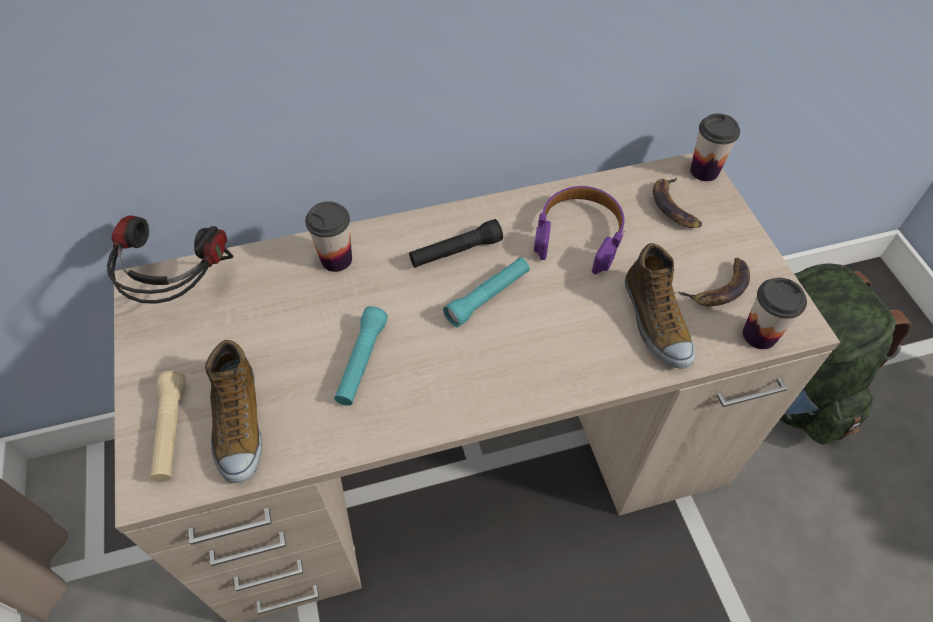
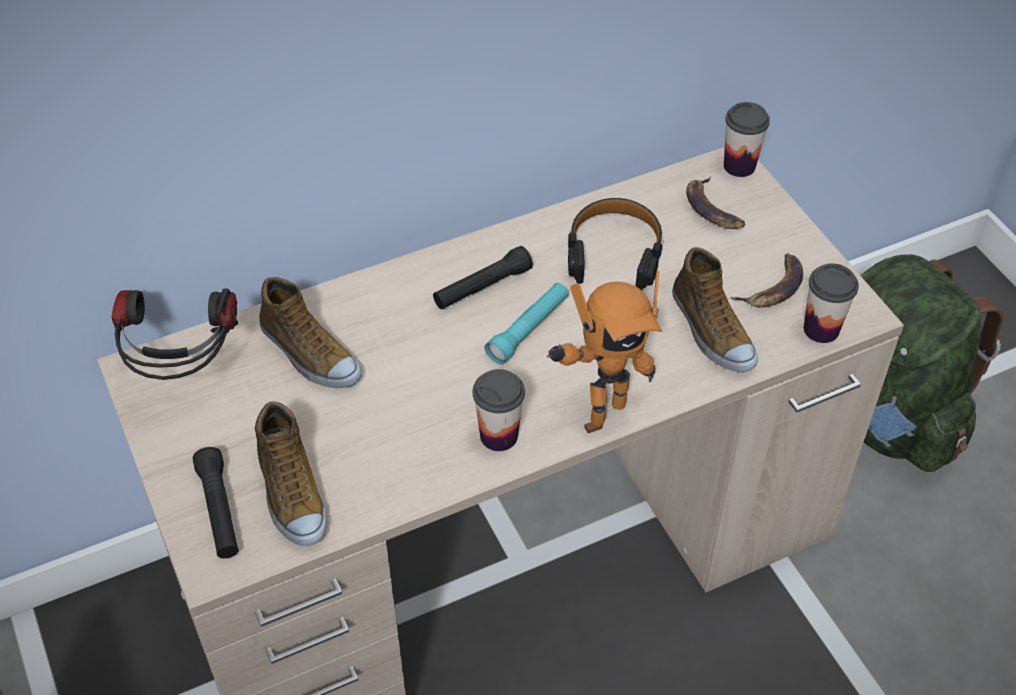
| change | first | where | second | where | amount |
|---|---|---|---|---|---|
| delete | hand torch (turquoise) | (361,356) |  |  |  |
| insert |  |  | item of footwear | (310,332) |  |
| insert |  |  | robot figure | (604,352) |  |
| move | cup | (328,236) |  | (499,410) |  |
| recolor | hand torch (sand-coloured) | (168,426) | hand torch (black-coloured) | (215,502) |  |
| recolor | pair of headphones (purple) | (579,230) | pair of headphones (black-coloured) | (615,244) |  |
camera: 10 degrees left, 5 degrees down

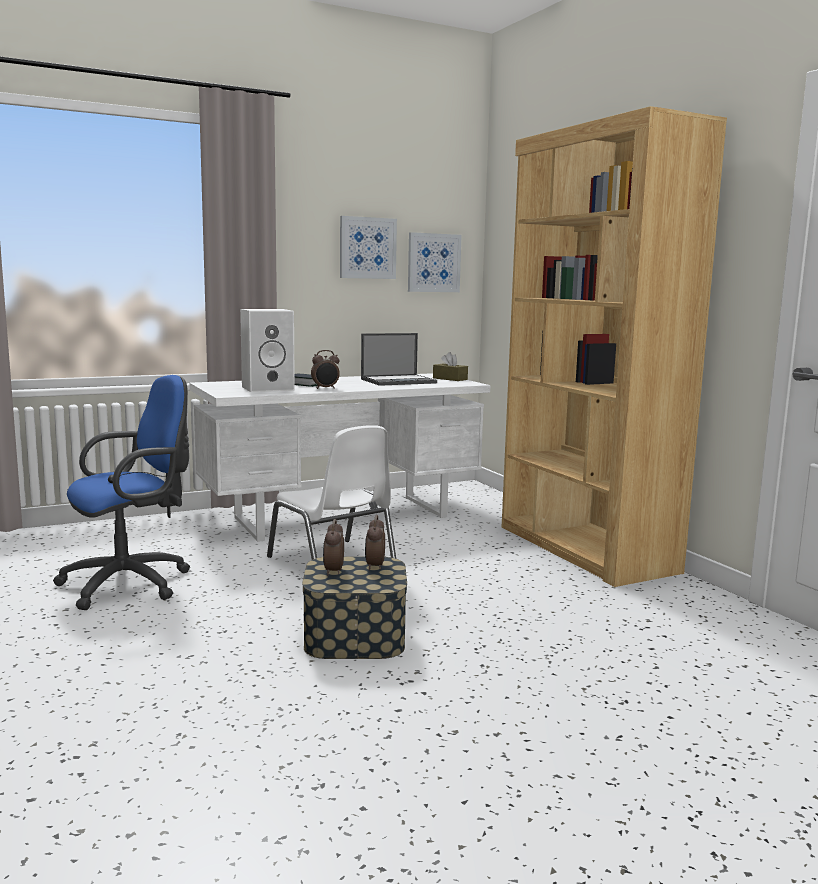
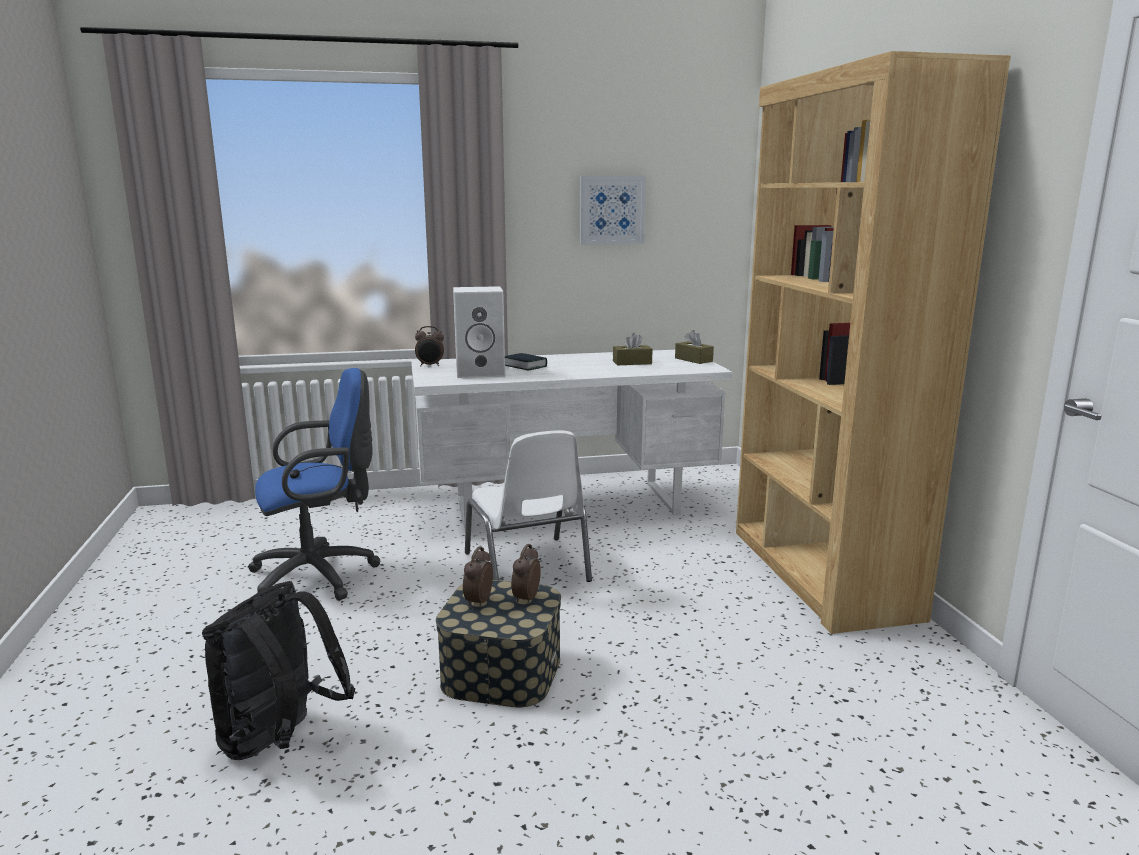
| change | first | where | second | where | amount |
|---|---|---|---|---|---|
| delete | picture | (435,262) |  |  |  |
| insert |  |  | knapsack (black-coloured) | (278,670) |  |
| move | bedside clock | (325,369) |  | (429,346) |  |
| replace | portable computer | (399,359) | tissue holder (brown) | (633,348) |  |
camera: 15 degrees right, 5 degrees up

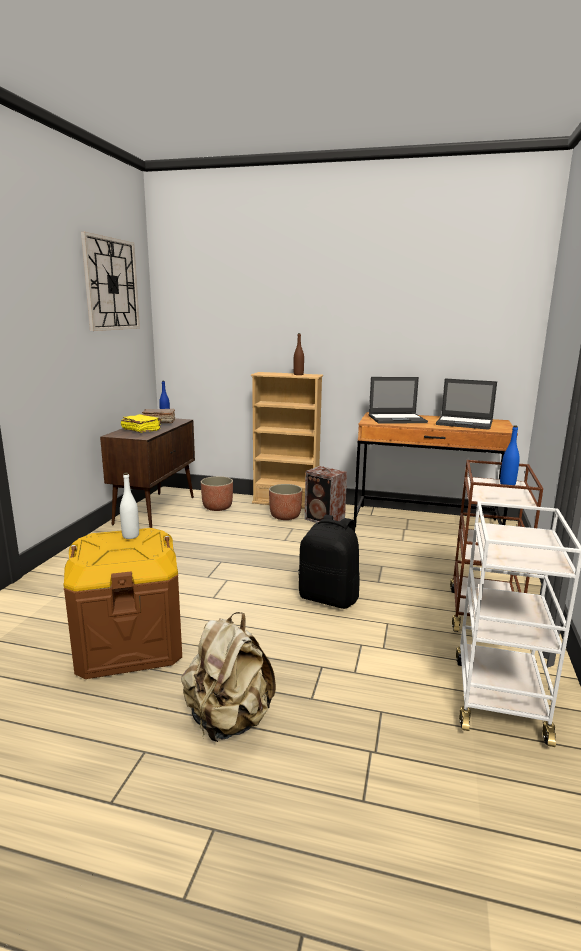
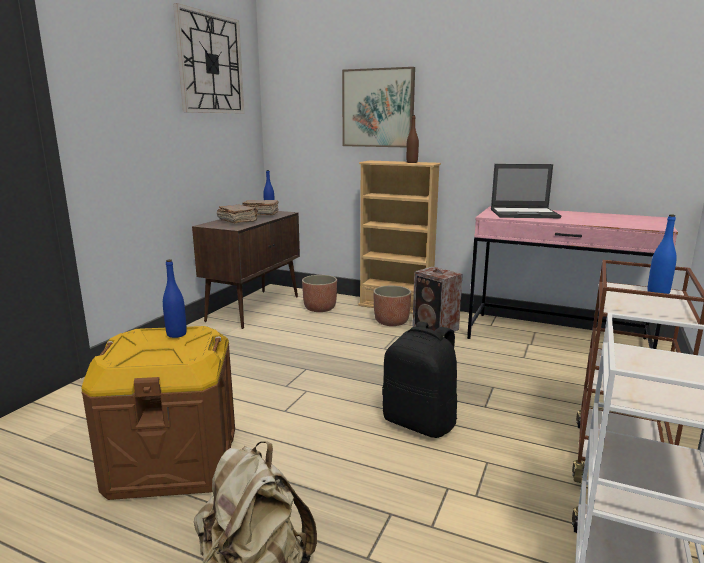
| change | first | where | second | where | amount |
|---|---|---|---|---|---|
| delete | portable computer | (466,404) |  |  |  |
| insert |  |  | picture | (378,107) |  |
| recolor | bottle (white) | (129,506) | bottle (blue-coloured) | (175,298) |  |
| recolor | book (yellow-coloured) | (141,423) | book (brown) | (237,213) |  |
| recolor | desk (brown) | (436,470) | desk (pinkish) | (572,277) |  |
camera: 10 degrees right, 0 degrees up

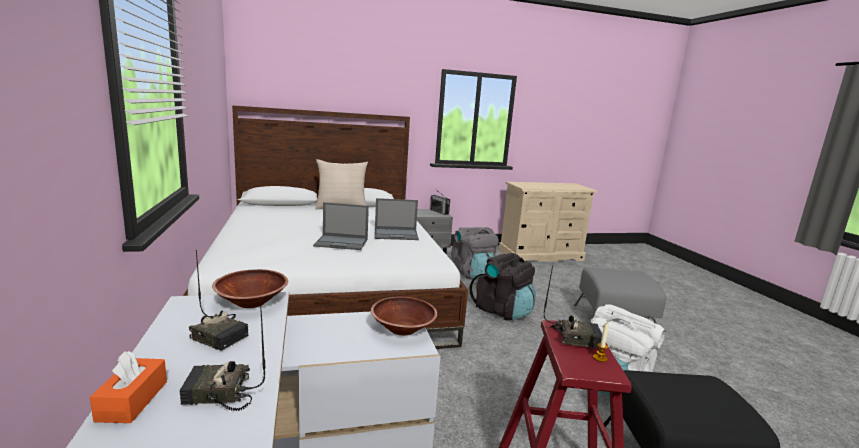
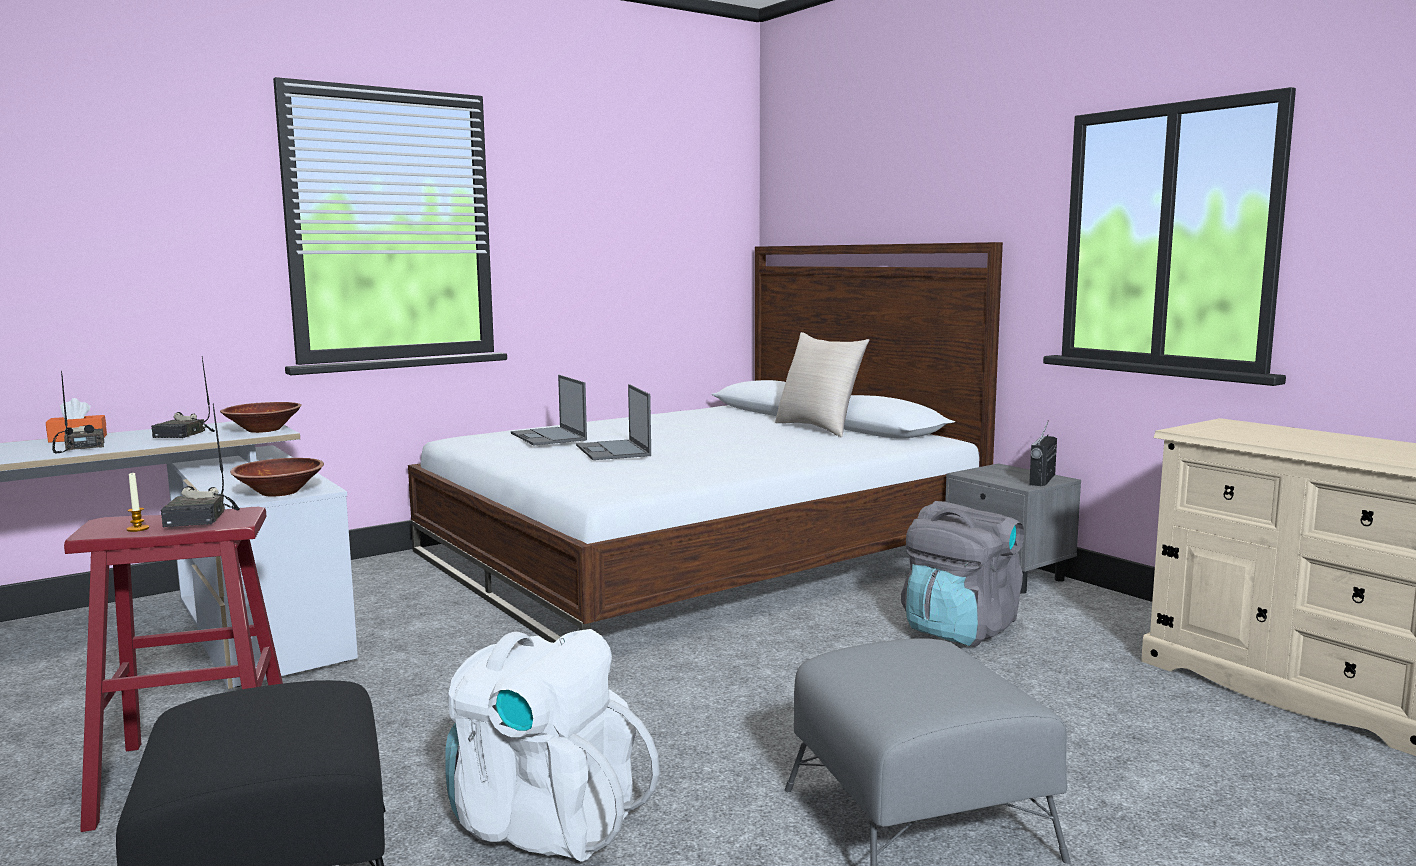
| change | first | where | second | where | amount |
|---|---|---|---|---|---|
| delete | knapsack (black-coloured) | (502,286) |  |  |  |
| move | portable computer | (397,219) |  | (549,410) |  |
camera: 70 degrees right, 5 degrees down

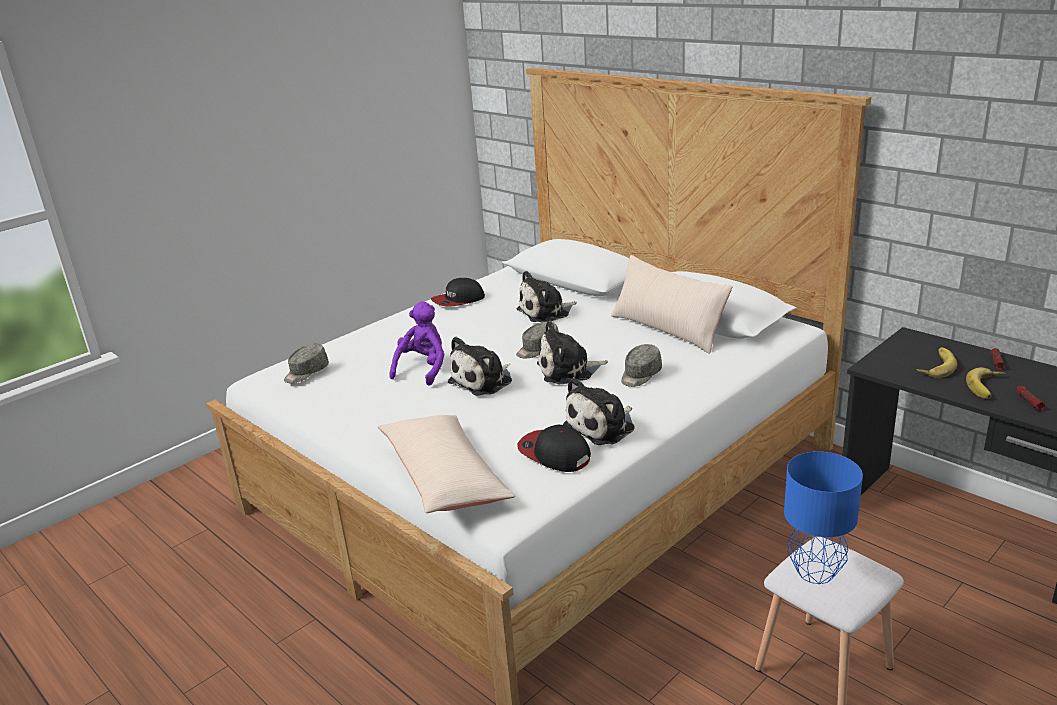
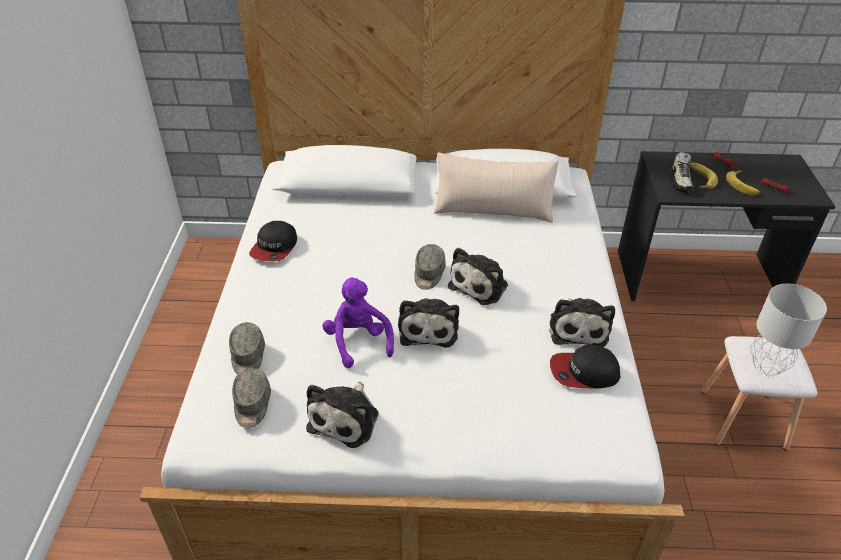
| change | first | where | second | where | amount |
|---|---|---|---|---|---|
| delete | pillow (sand-coloured) | (446,464) |  |  |  |
| insert |  |  | item of footwear | (682,172) |  |
| move | soft toy | (547,296) |  | (342,414) |  |
| move | cap (gray) | (641,365) |  | (247,348) |  |
| recolor | lamp for a table (blue-coloured) | (823,517) | lamp for a table (gray) | (788,330) |  |
camera: 45 degrees left, 15 degrees up

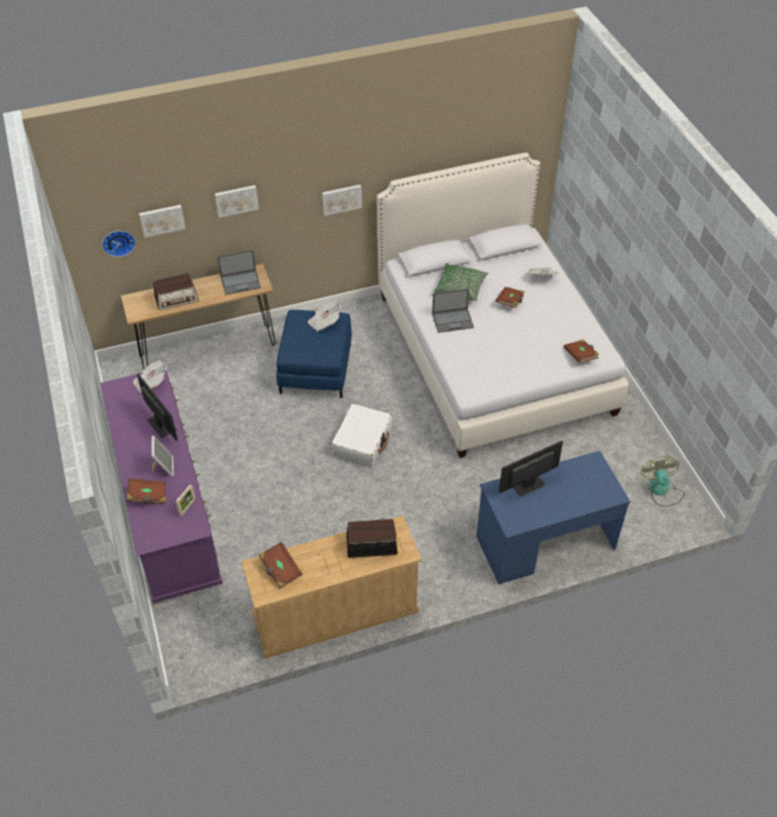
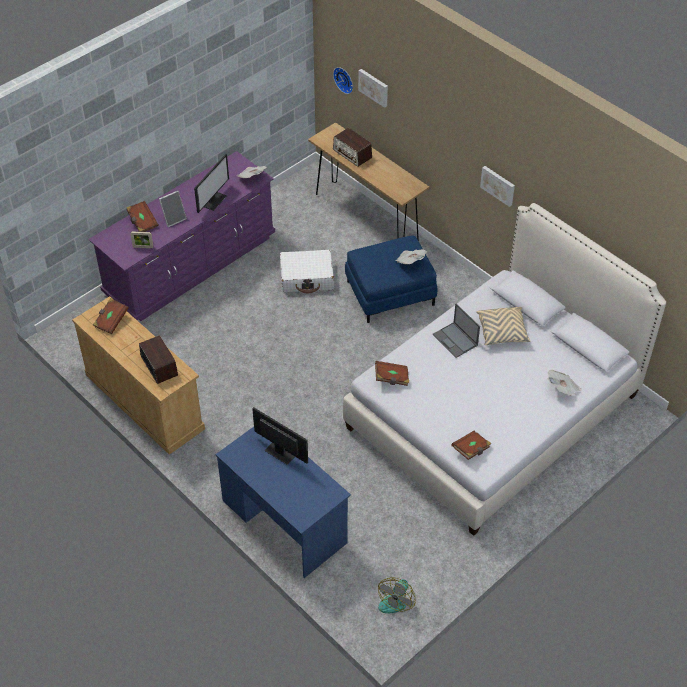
| change | first | where | second | where | amount |
|---|---|---|---|---|---|
| delete | picture | (237,201) |  |  |  |
| delete | portable computer | (239,272) |  |  |  |
| move | piece of luggage (white) | (361,435) |  | (307,271) |  |
| move | book (brown) | (510,297) |  | (392,373) |  |
| recolor | pillow (green) | (461,282) | pillow (sand-coloured) | (503,326) |  |
| rotate | electric fan | (663,482) |  | (397,595) | 150 degrees clockwise |
camera: 65 degrees right, 0 degrees up

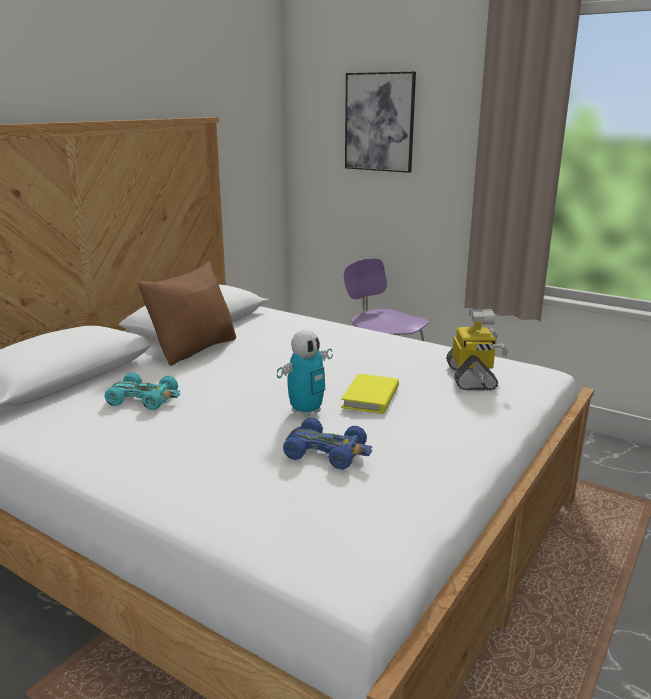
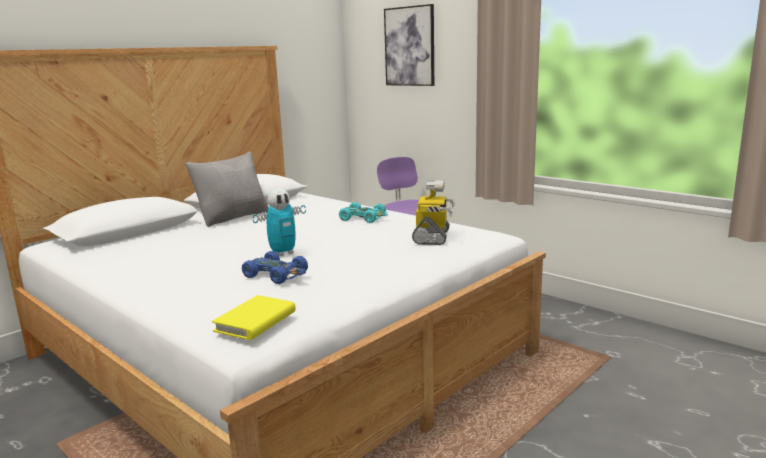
| change | first | where | second | where | amount |
|---|---|---|---|---|---|
| move | model car (turquoise) | (142,391) |  | (363,212) |  |
| move | book (yellow-coloured) | (370,394) |  | (254,317) |  |
| recolor | pillow (brown) | (187,313) | pillow (gray) | (227,189) |  |
camera: 10 degrees right, 5 degrees down

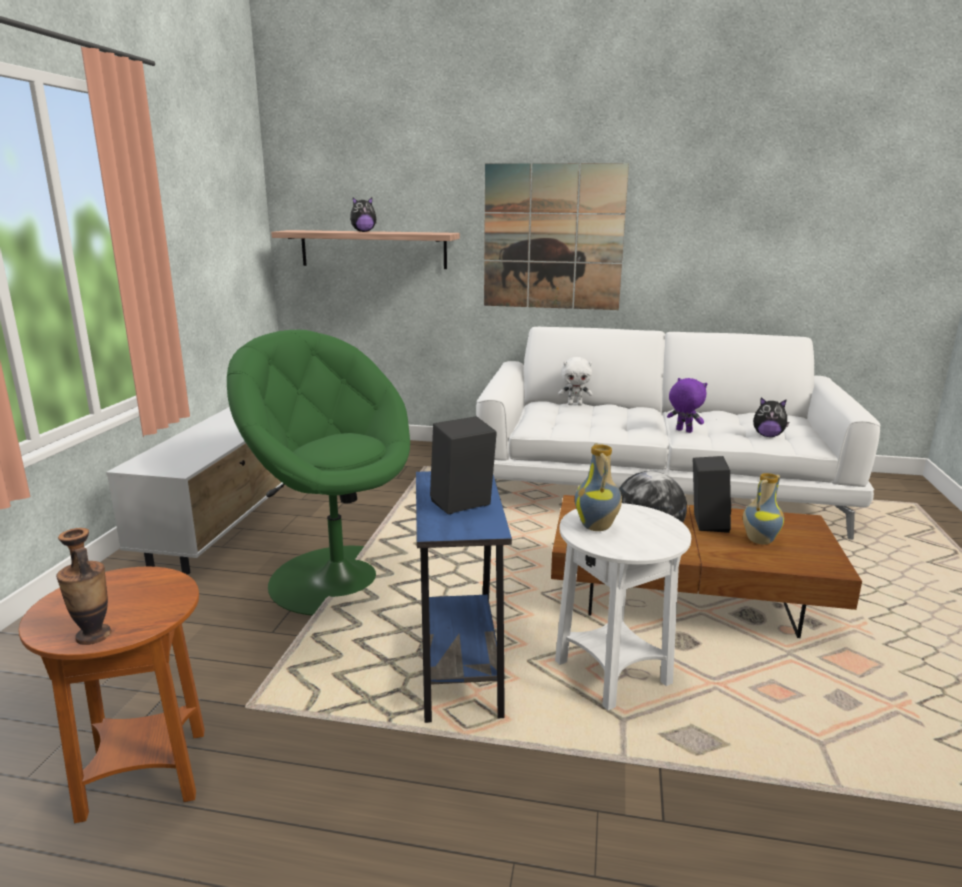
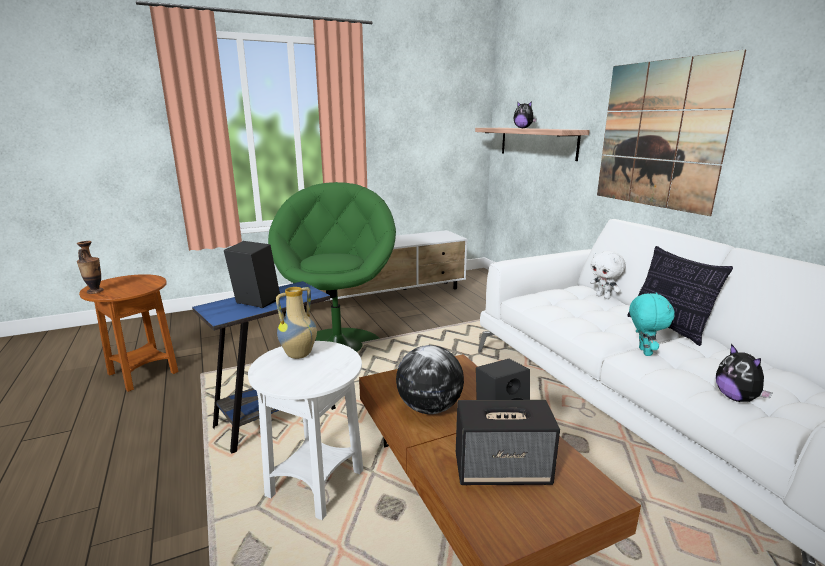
| change | first | where | second | where | amount |
|---|---|---|---|---|---|
| insert |  |  | pillow | (680,296) |  |
| replace | vase | (763,509) | speaker | (508,442) |  |
| recolor | soft toy (purple) | (687,405) | soft toy (turquoise) | (652,324) |  |
camera: 55 degrees right, 0 degrees up

